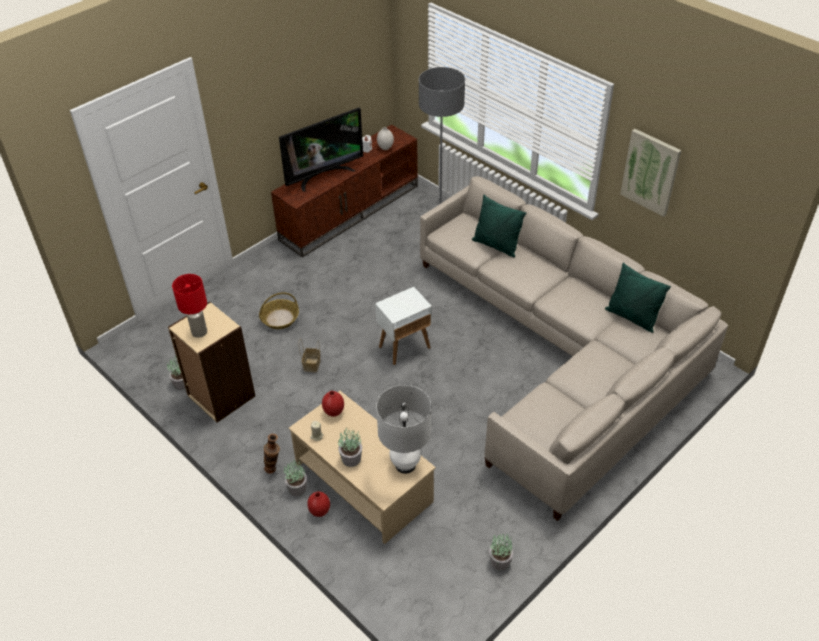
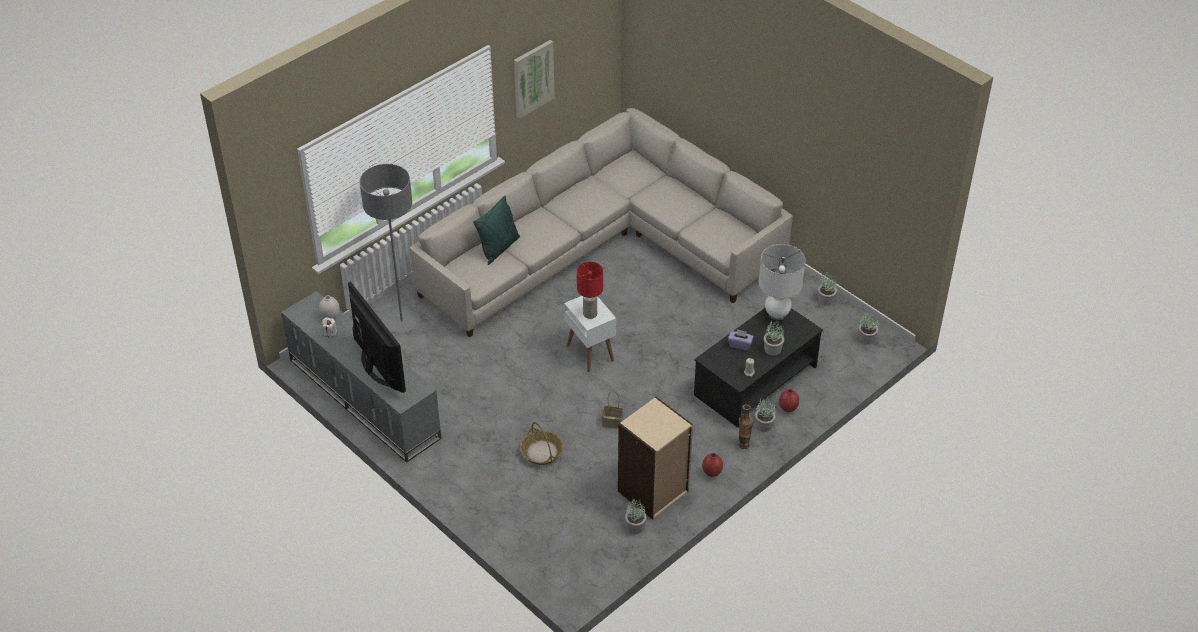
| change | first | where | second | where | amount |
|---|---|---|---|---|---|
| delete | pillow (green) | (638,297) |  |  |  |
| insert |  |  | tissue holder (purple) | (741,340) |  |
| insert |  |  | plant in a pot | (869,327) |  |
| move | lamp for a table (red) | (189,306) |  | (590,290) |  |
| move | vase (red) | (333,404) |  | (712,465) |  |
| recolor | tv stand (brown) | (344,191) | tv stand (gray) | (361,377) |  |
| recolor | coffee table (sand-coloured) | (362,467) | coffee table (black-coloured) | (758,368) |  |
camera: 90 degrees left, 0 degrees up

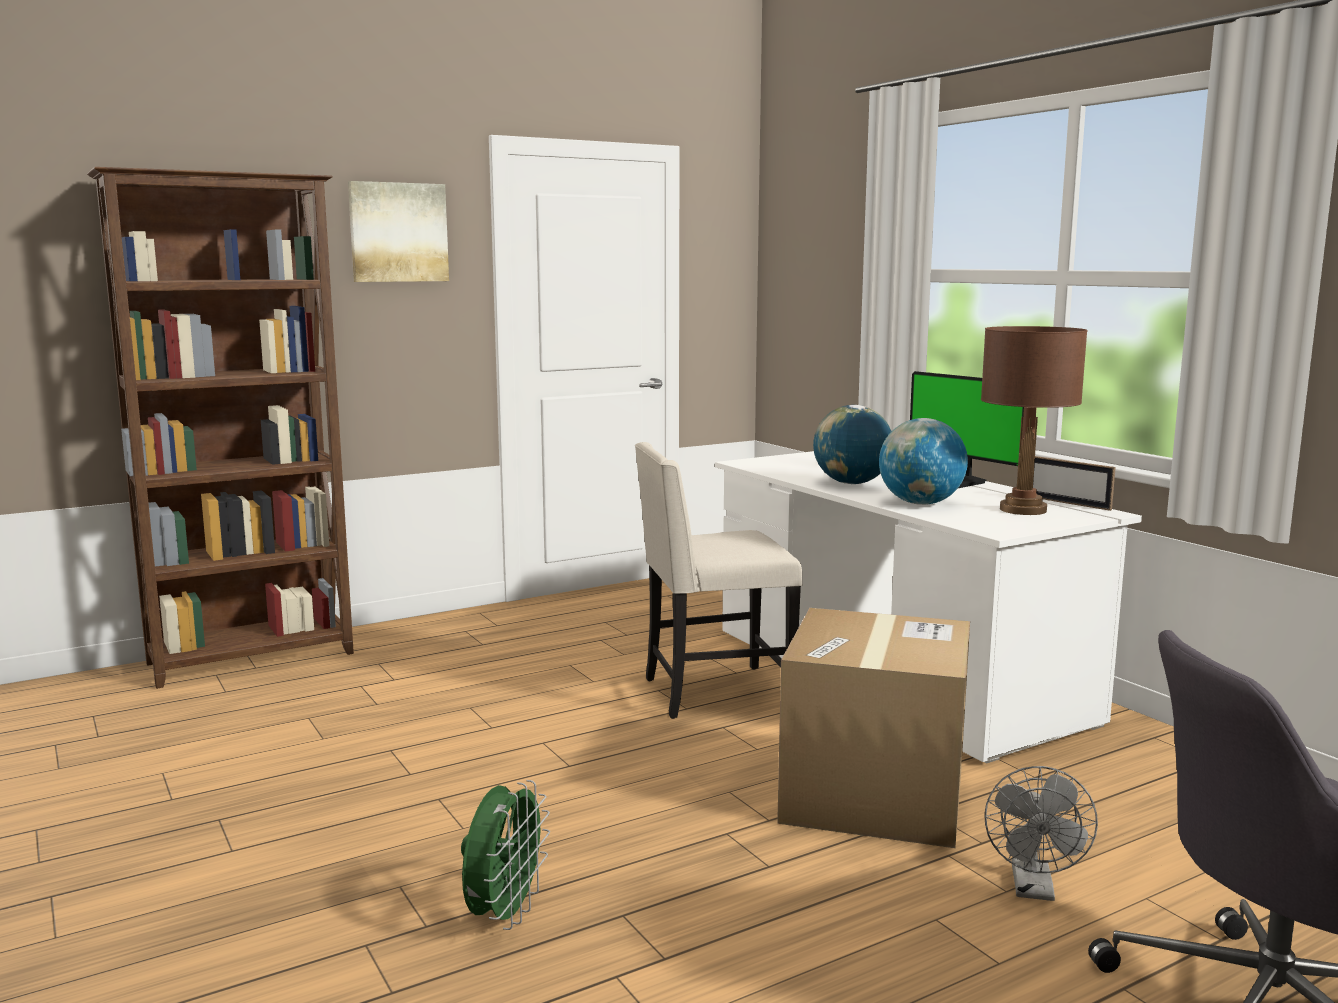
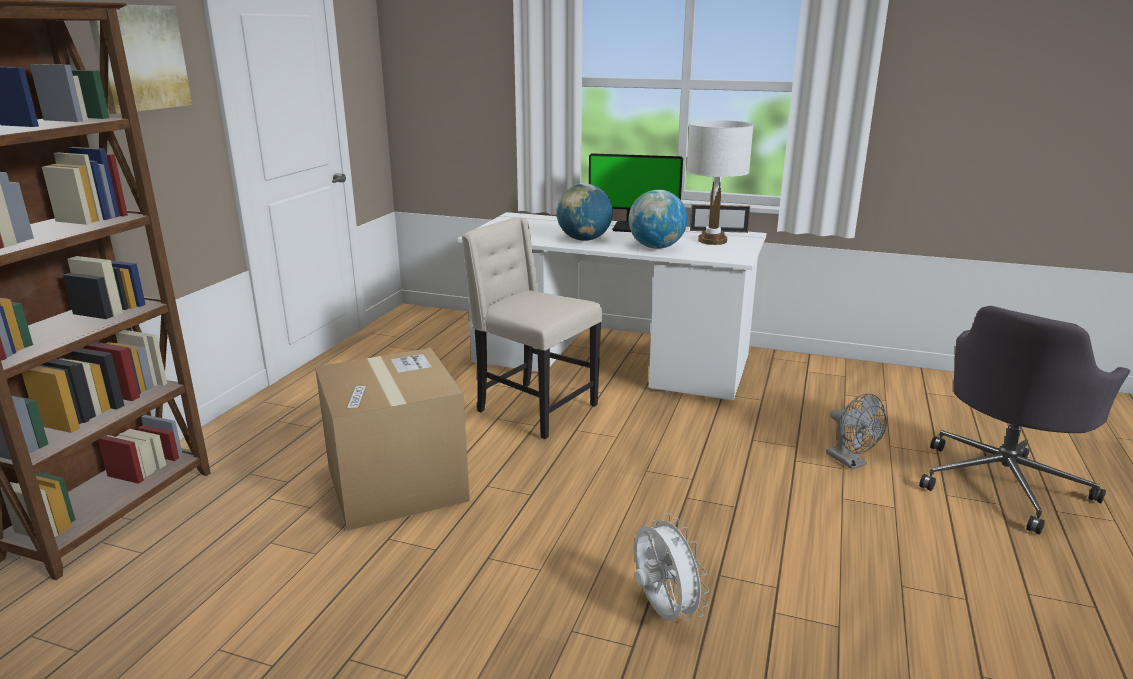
| change | first | where | second | where | amount |
|---|---|---|---|---|---|
| move | packing box | (873,728) |  | (392,439) |  |
| recolor | electric fan (green) | (505,855) | electric fan (white) | (671,567) |  |
| recolor | lamp for a table (brown) | (1034,420) | lamp for a table (white) | (720,182) |  |
| rotate | upright chair (sand-coloured) | (718,580) |  | (532,328) | 90 degrees clockwise |
camera: 40 degrees left, 10 degrees up

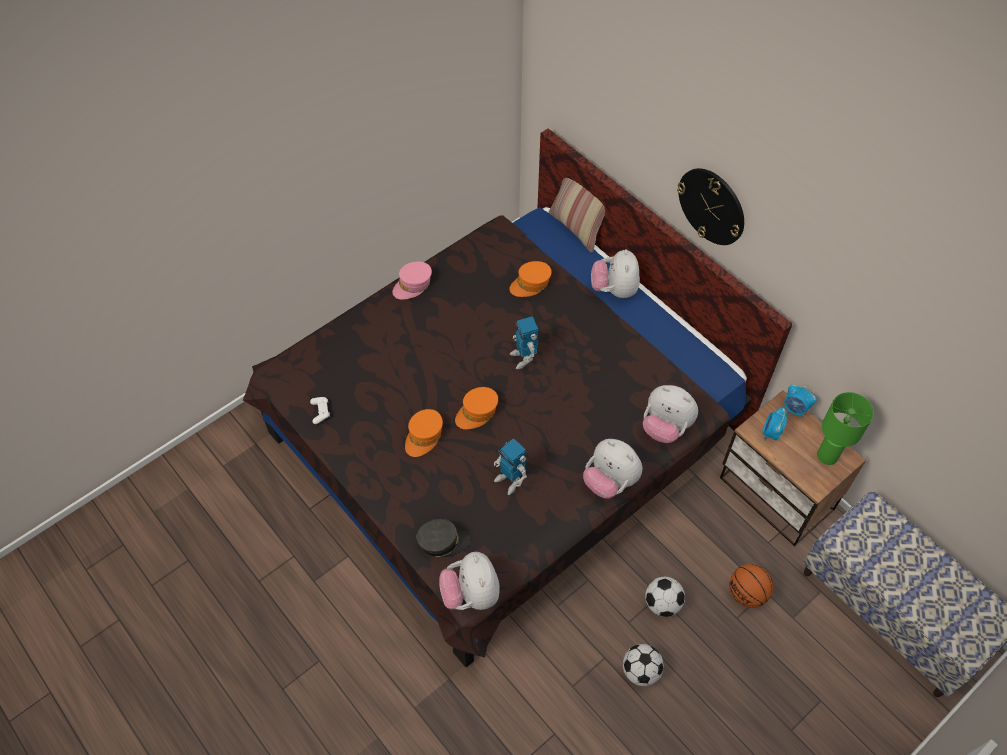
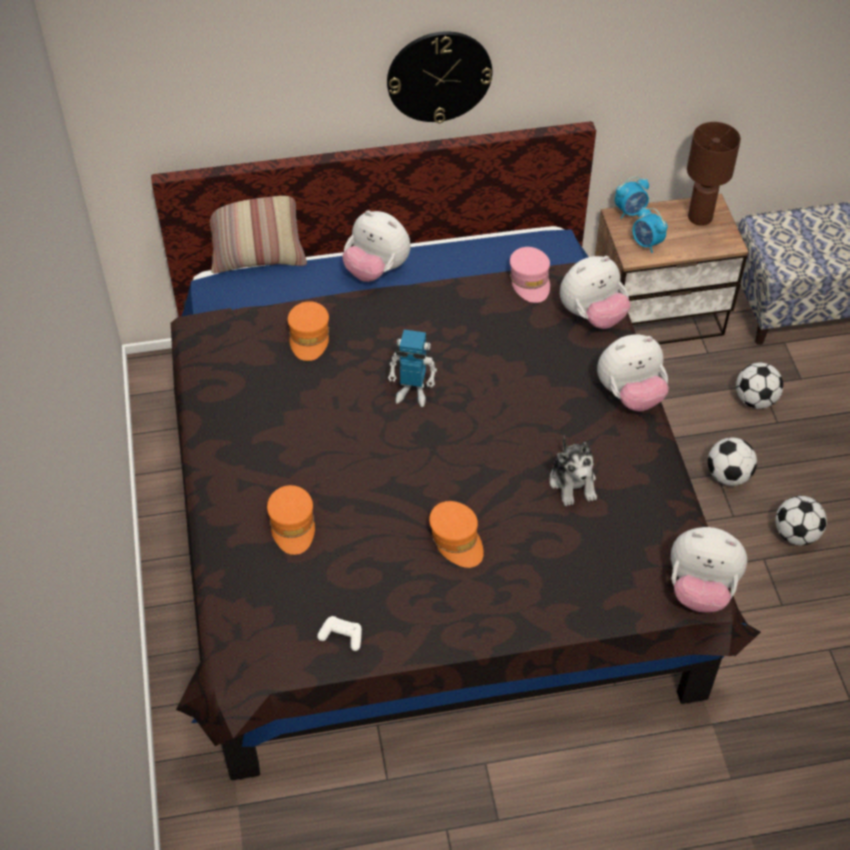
| change | first | where | second | where | amount |
|---|---|---|---|---|---|
| delete | cap (gray) | (443,538) |  |  |  |
| move | cap (pinkish) | (412,280) |  | (530,275) |  |
| move | cap (orange) | (476,408) |  | (291,520) |  |
| replace | robot figure | (510,466) | soft toy | (573,470) |  |
| replace | ball for basketball | (751,586) | football ball | (759,386) |  |
| recolor | lamp for a table (green) | (845,428) | lamp for a table (brown) | (714,174) |  |
camera: 60 degrees left, 5 degrees down

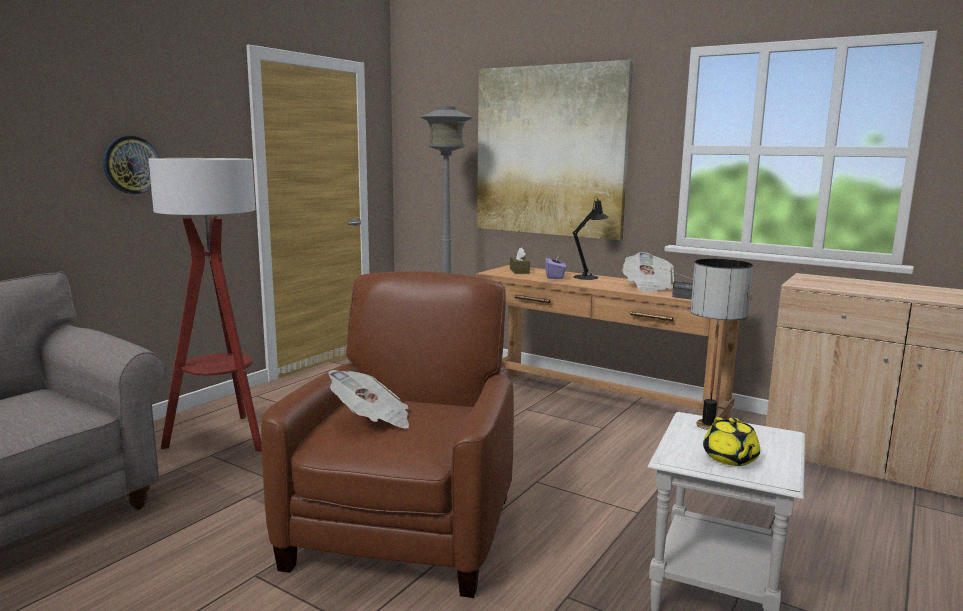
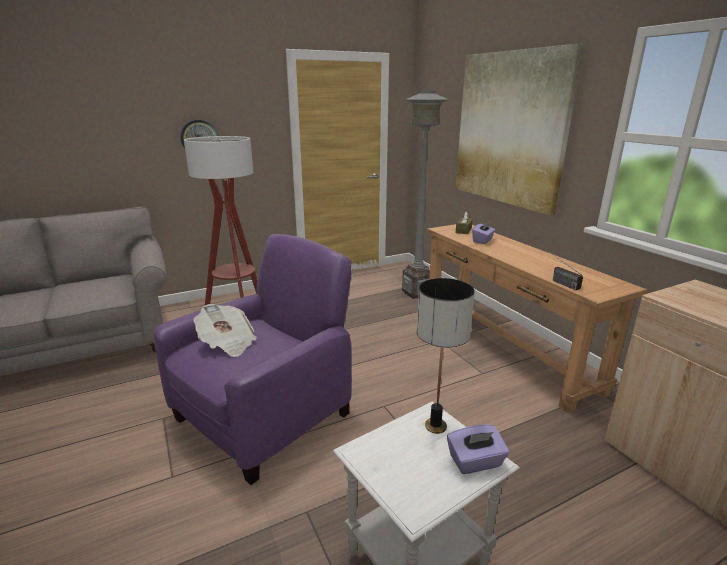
| change | first | where | second | where | amount |
|---|---|---|---|---|---|
| delete | lamp for a table (black-coloured) | (590,238) |  |  |  |
| delete | daily paper | (648,272) |  |  |  |
| delete | pot for tea (yellow-coloured) | (731,441) |  |  |  |
| insert |  |  | tissue holder (purple) | (478,449) |  |
| recolor | armchair (brown) | (387,434) | armchair (purple) | (253,359) |  |
camera: 30 degrees right, 10 degrees up

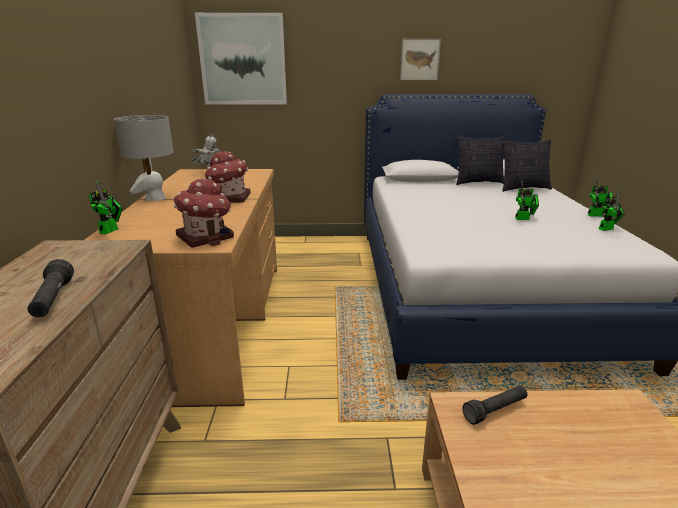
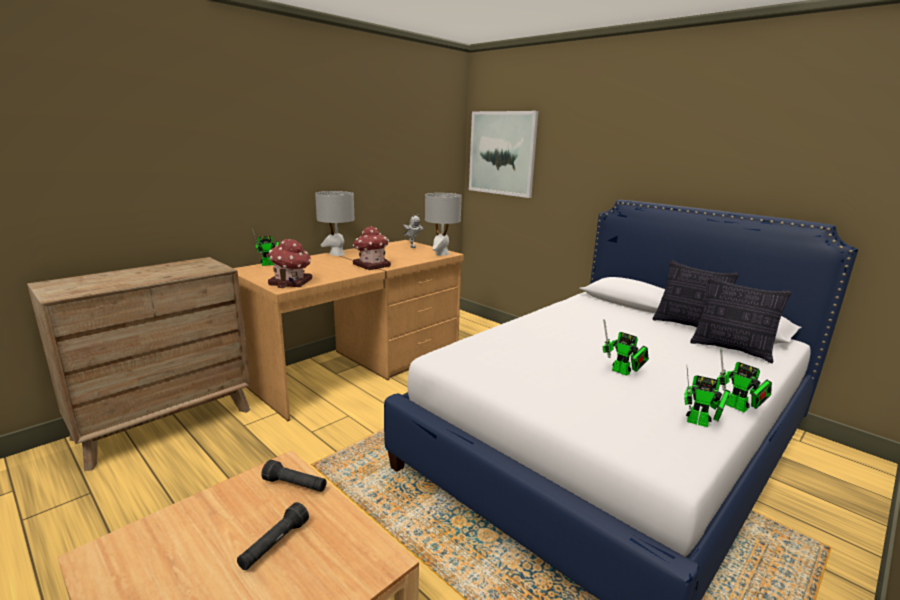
| change | first | where | second | where | amount |
|---|---|---|---|---|---|
| delete | picture | (420,59) |  |  |  |
| insert |  |  | lamp for a table (gray) | (443,224) |  |
| move | hand torch (black-coloured) | (51,288) |  | (273,536) |  |
camera: 45 degrees right, 5 degrees down

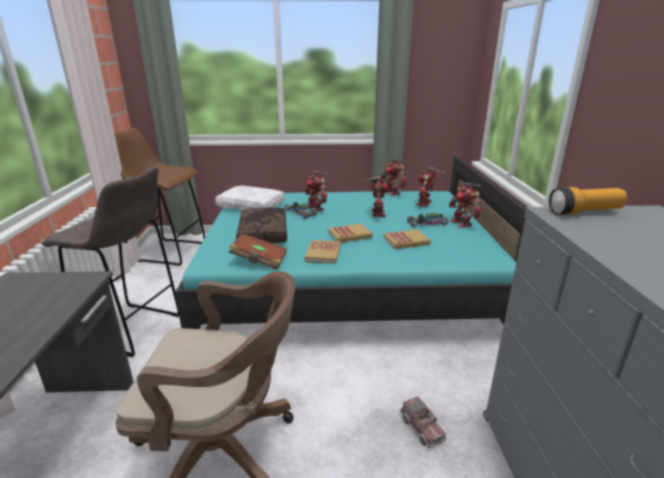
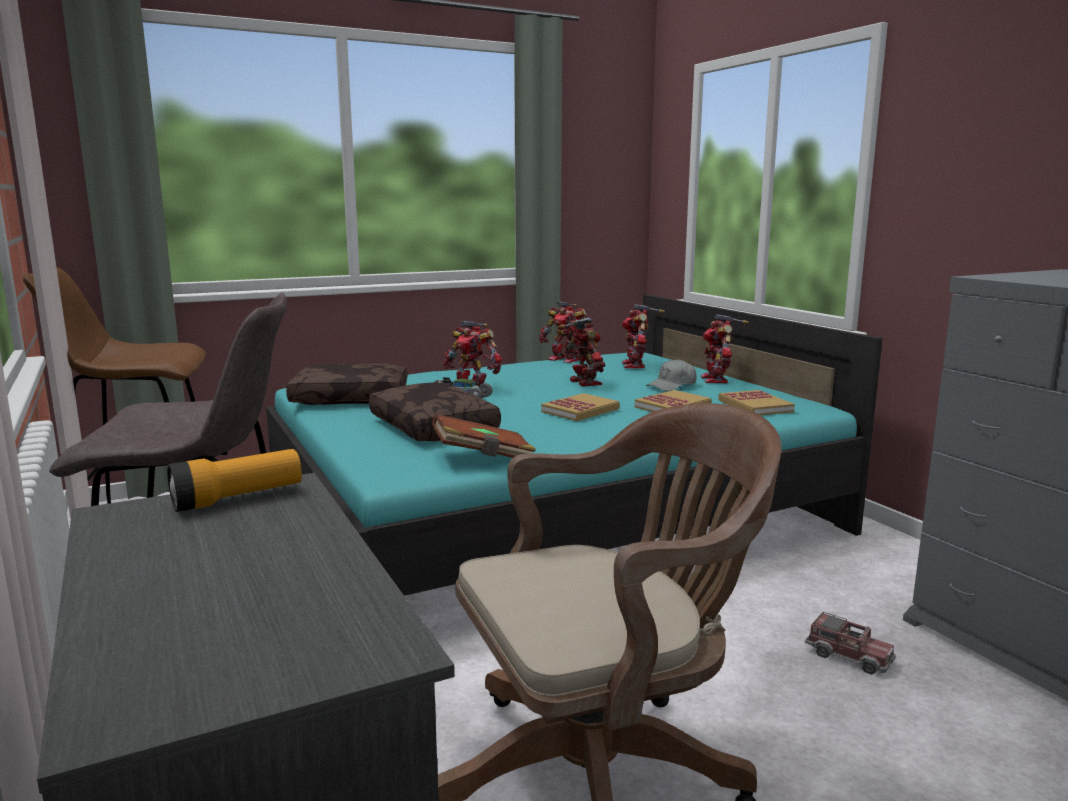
| change | first | where | second | where | amount |
|---|---|---|---|---|---|
| move | book | (322,252) |  | (756,402) |  |
| move | hand torch | (588,201) |  | (234,480) |  |
| replace | model car | (427,220) | cap (gray) | (671,375) |  |
| recolor | pillow (white) | (250,198) | pillow (brown) | (346,384) |  |
| rotate | robot figure | (465,205) |  | (725,349) | 45 degrees clockwise |
camera: 25 degrees left, 10 degrees down

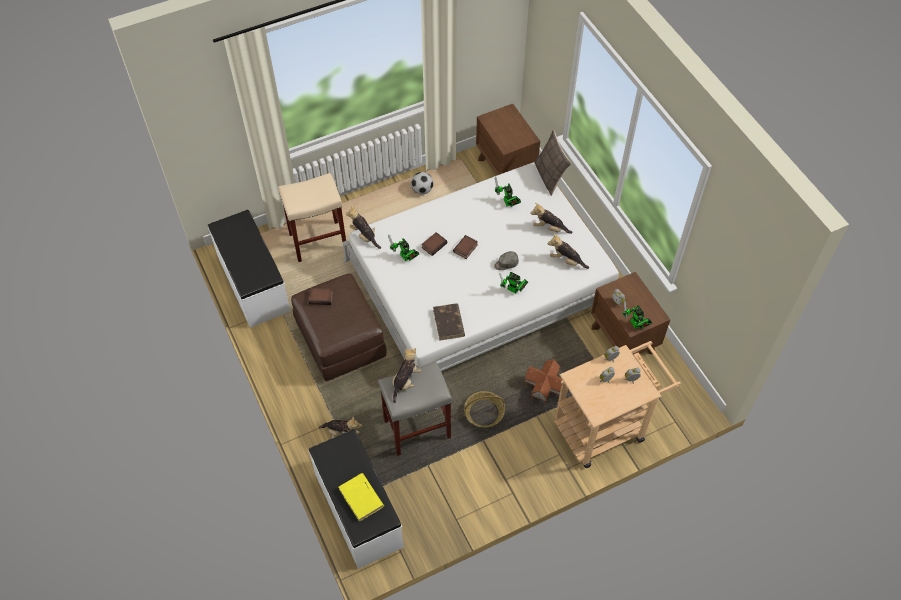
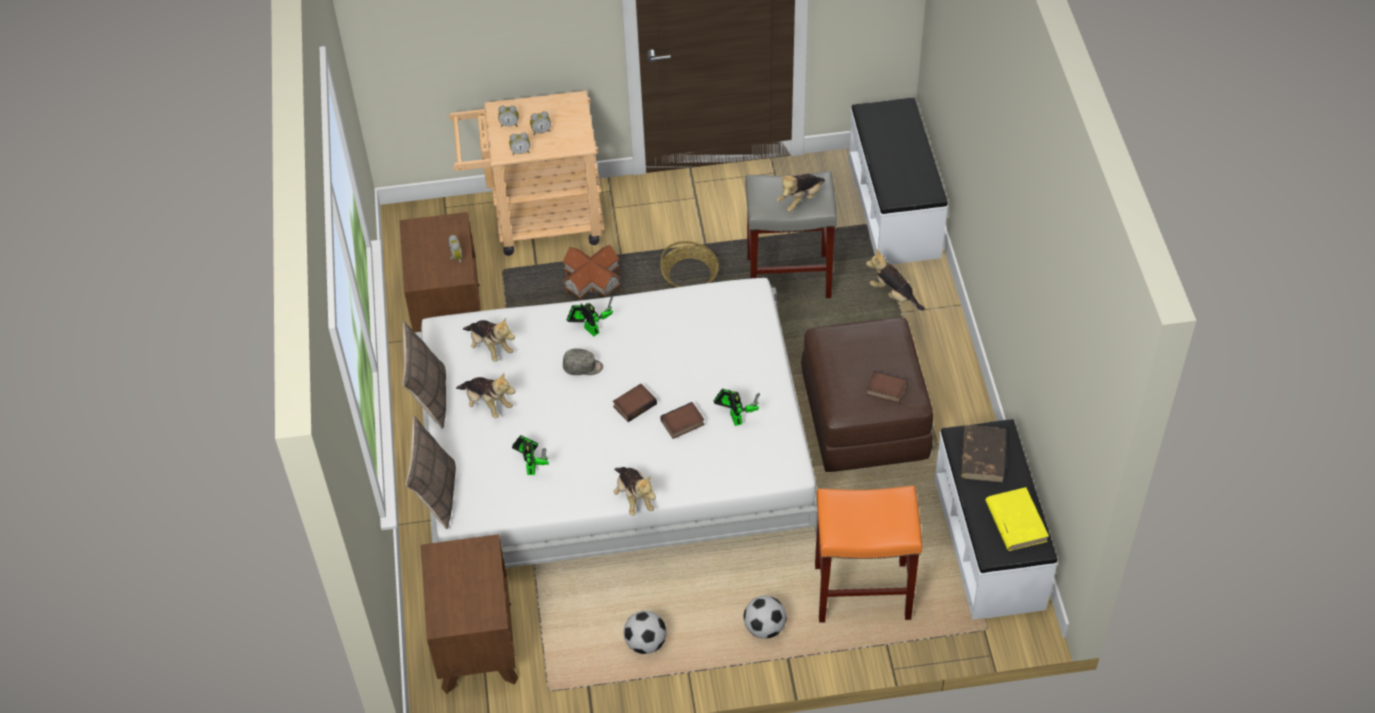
| change | first | where | second | where | amount |
|---|---|---|---|---|---|
| delete | robot figure | (637,315) |  |  |  |
| insert |  |  | pillow | (424,375) |  |
| insert |  |  | football ball | (765,617) |  |
| move | book (yellow-coloured) | (361,497) |  | (1017,519) |  |
| move | soft toy | (363,227) |  | (635,491) |  |
| move | book (brown) | (449,322) |  | (983,453) |  |
| recolor | stool (sand-coloured) | (312,217) | stool (orange) | (868,554) |  |
camera: 160 degrees left, 5 degrees down

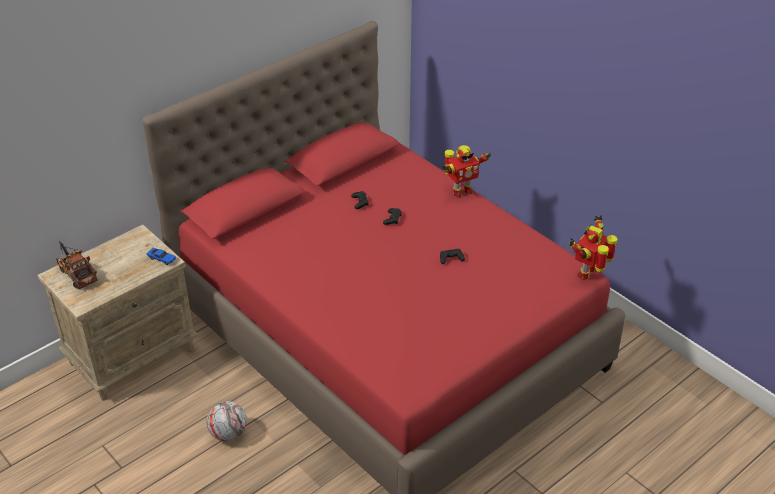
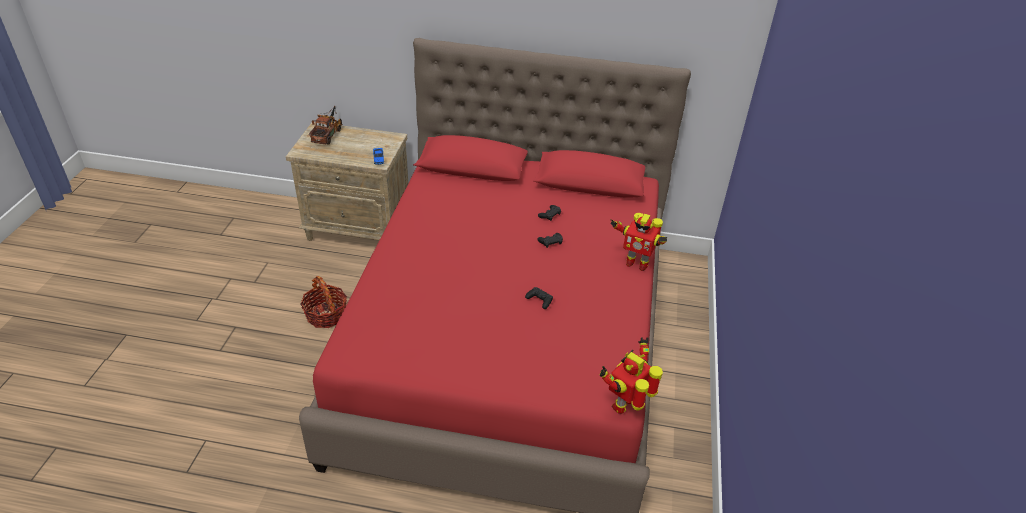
| change | first | where | second | where | amount |
|---|---|---|---|---|---|
| replace | football ball | (226,421) | basket | (323,302) |  |
| rotate | robot figure | (593,247) |  | (631,376) | 45 degrees counterclockwise |
camera: 50 degrees right, 0 degrees up

